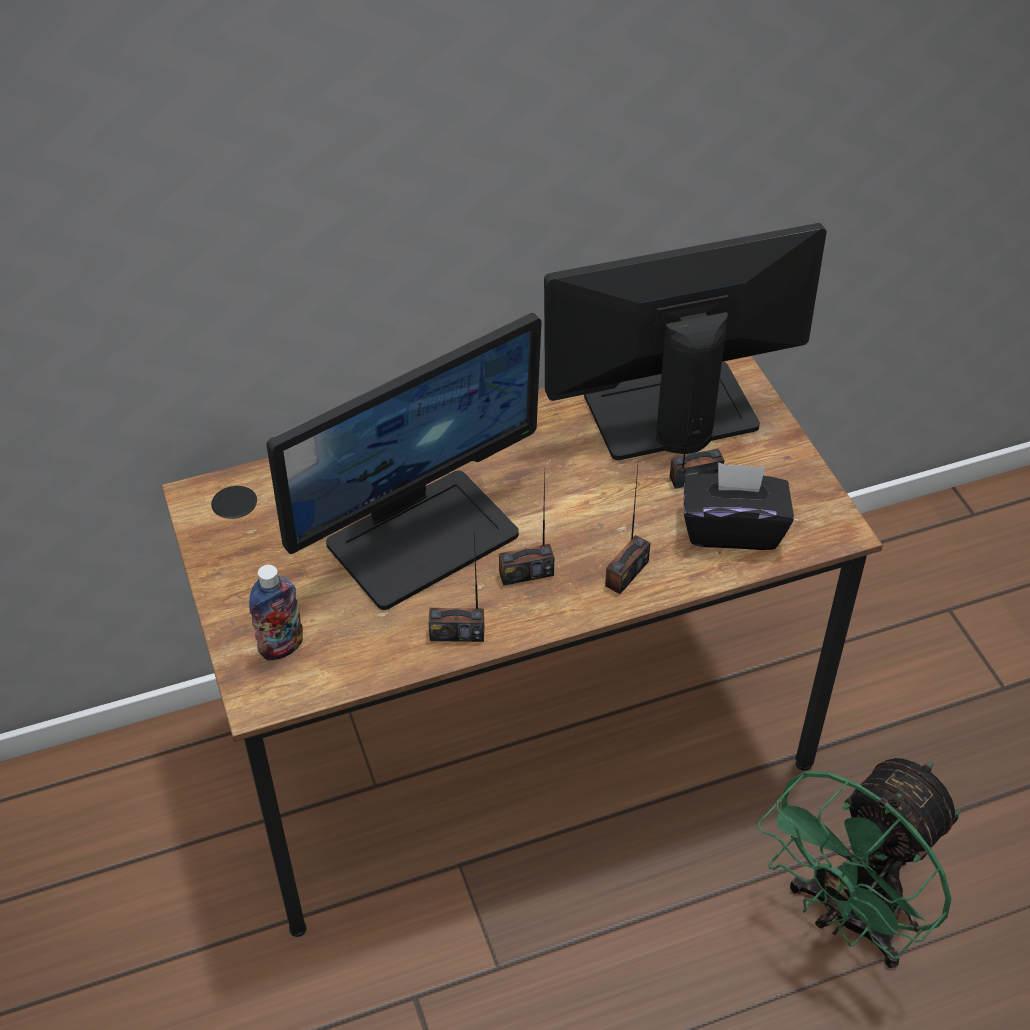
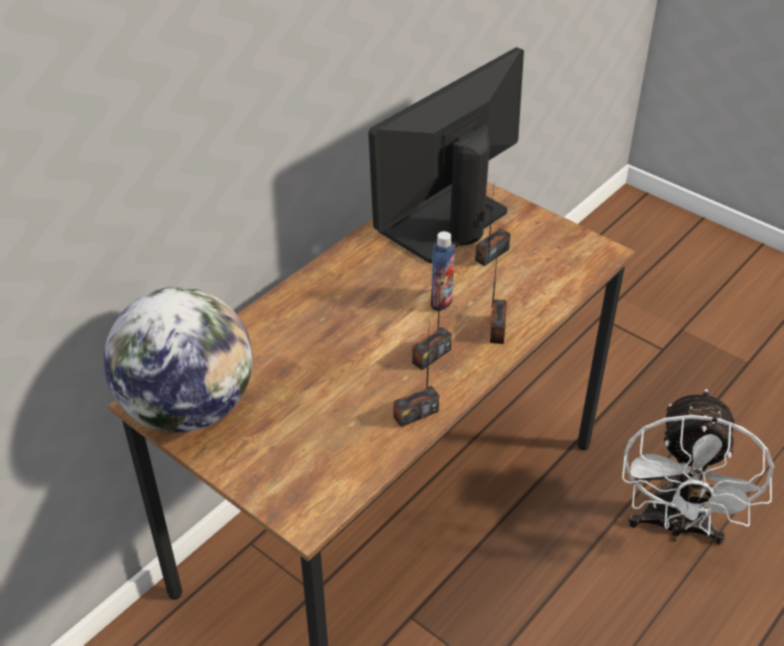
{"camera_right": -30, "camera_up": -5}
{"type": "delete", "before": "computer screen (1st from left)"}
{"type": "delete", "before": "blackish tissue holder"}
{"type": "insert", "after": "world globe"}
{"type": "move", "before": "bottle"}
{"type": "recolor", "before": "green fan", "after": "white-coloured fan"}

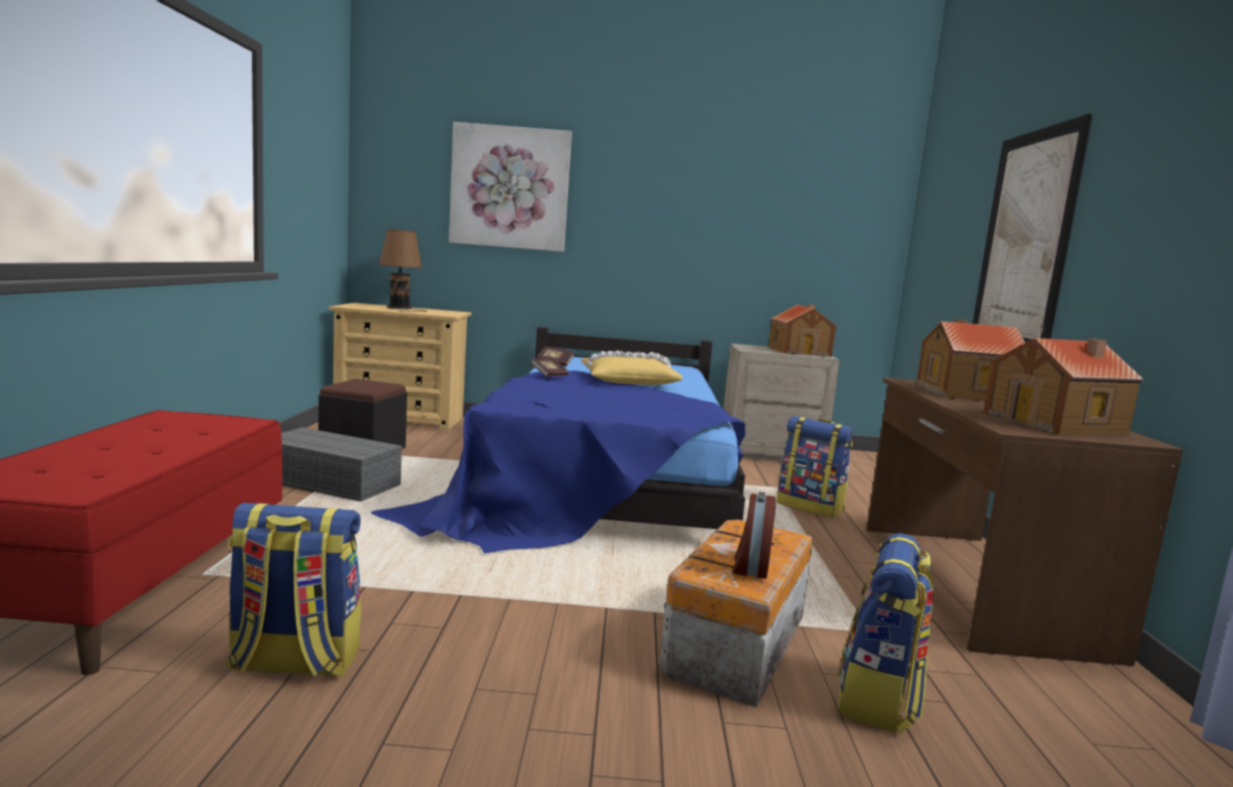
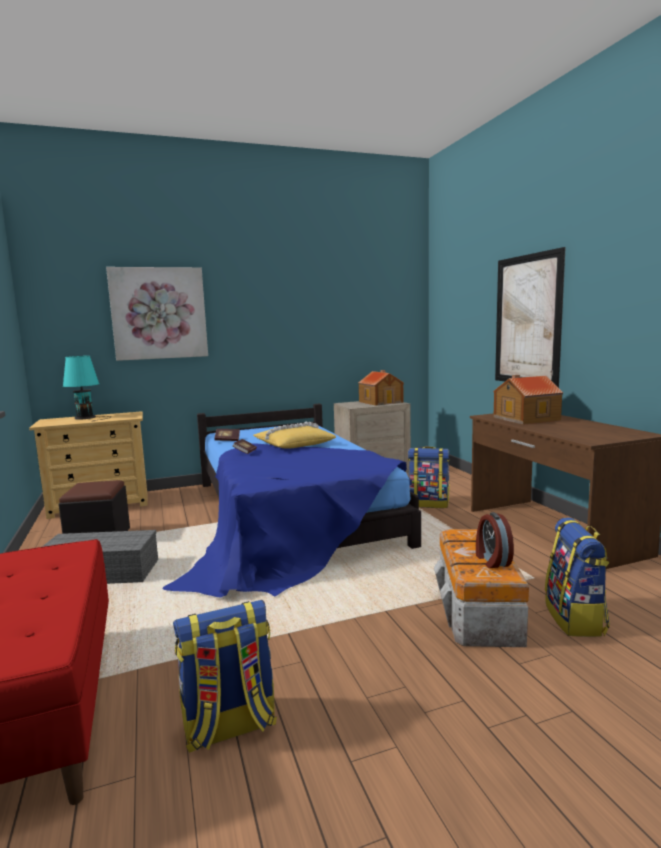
{"camera_right": -20, "camera_up": 0}
{"type": "delete", "before": "miniature house (3rd from left)"}
{"type": "recolor", "before": "brown table lamp", "after": "turquoise table lamp"}

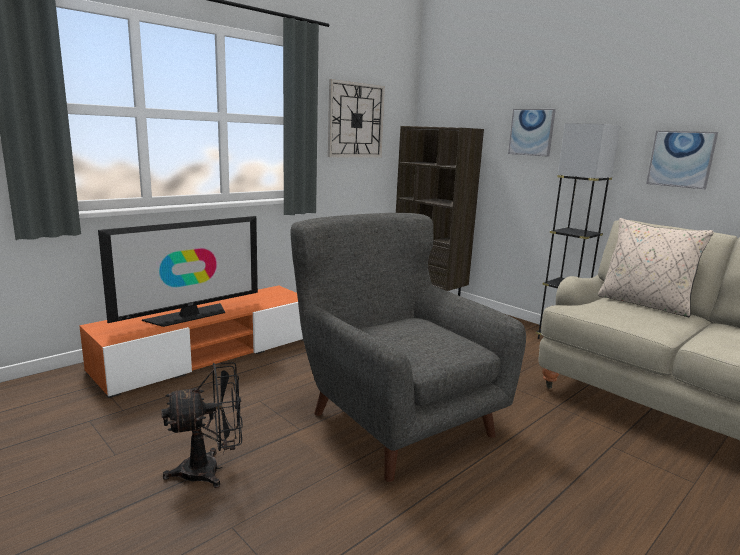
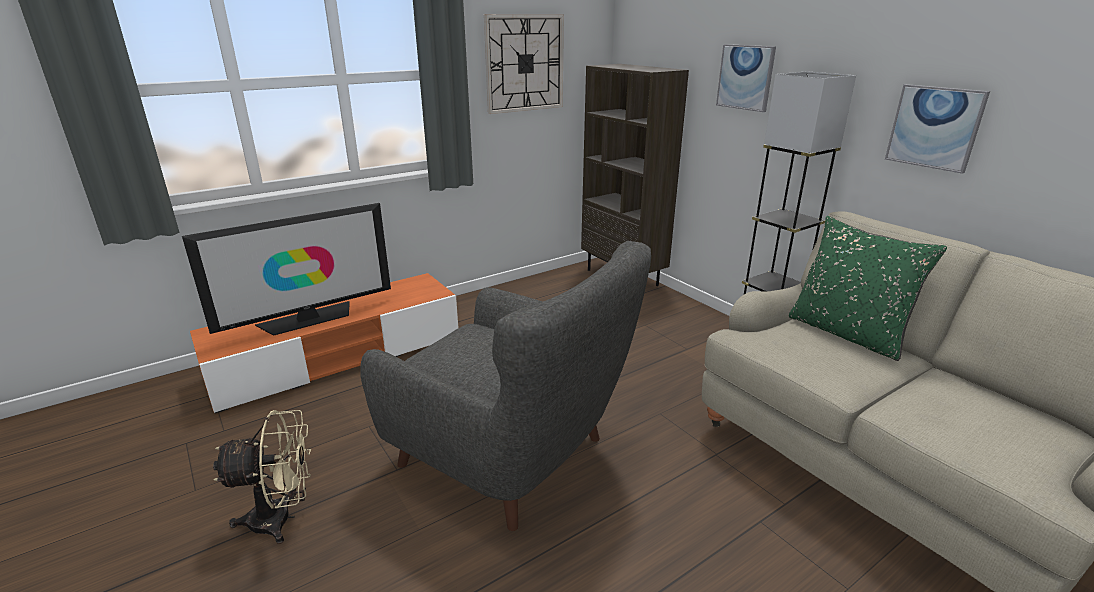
{"camera_right": 10, "camera_up": 10}
{"type": "recolor", "before": "blackish fan", "after": "sand-coloured fan"}
{"type": "recolor", "before": "sand-coloured throw pillow", "after": "green throw pillow"}
{"type": "rotate", "before": "grey armchair", "turn": 150}

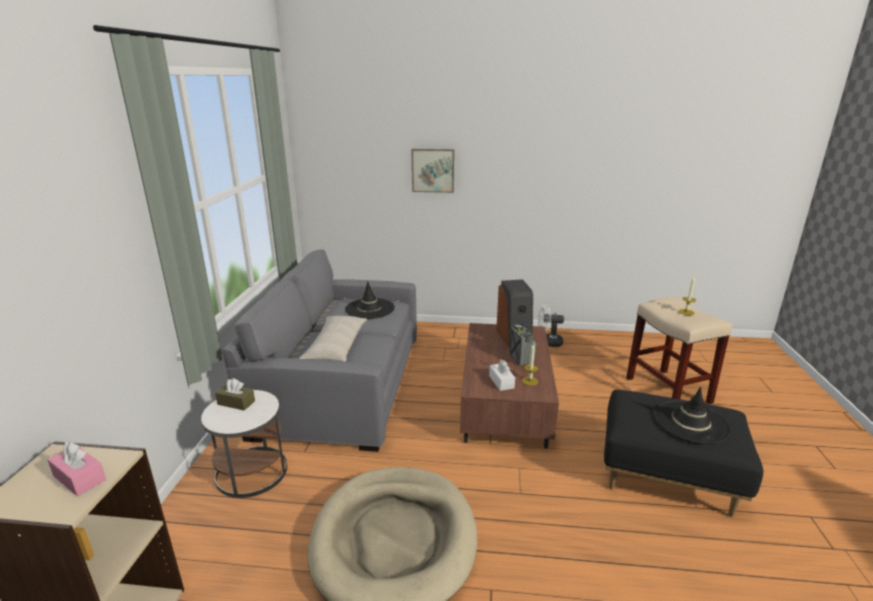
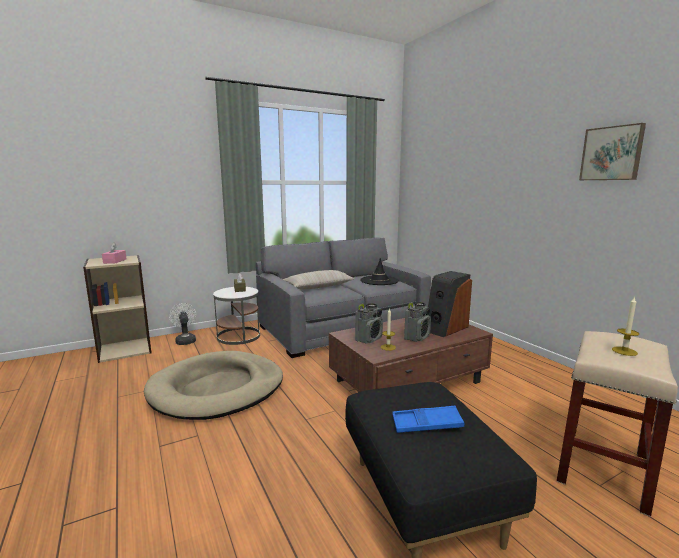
{"camera_right": 55, "camera_up": -10}
{"type": "move", "before": "picture"}
{"type": "move", "before": "white-coloured fan"}
{"type": "replace", "before": "white-coloured tissue holder", "after": "radio (1st from left)"}
{"type": "replace", "before": "blackish hat (2nd from left)", "after": "bluish tray"}

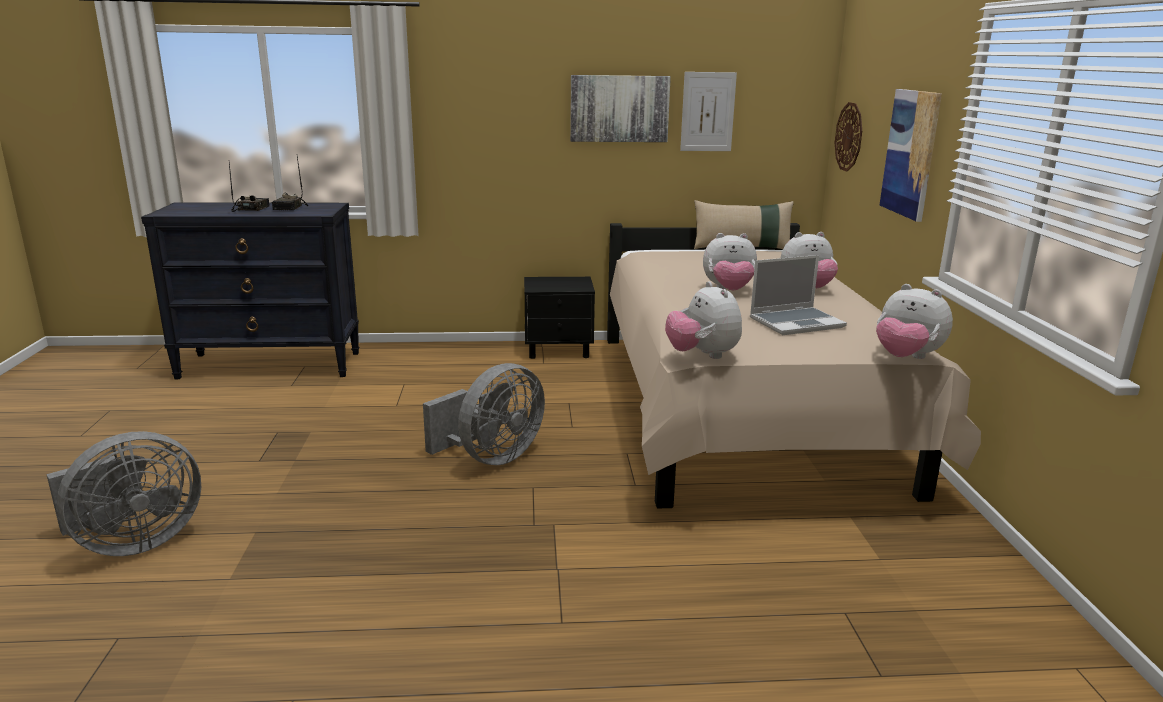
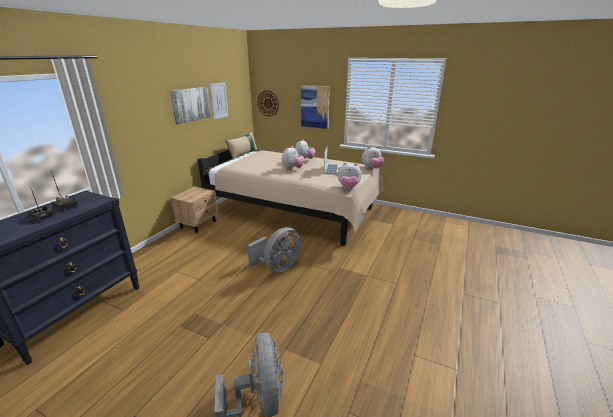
{"camera_right": -60, "camera_up": 5}
{"type": "recolor", "before": "blackish nightstand", "after": "sand-coloured nightstand"}
{"type": "rotate", "before": "grey fan (2nd from left)", "turn": 60}

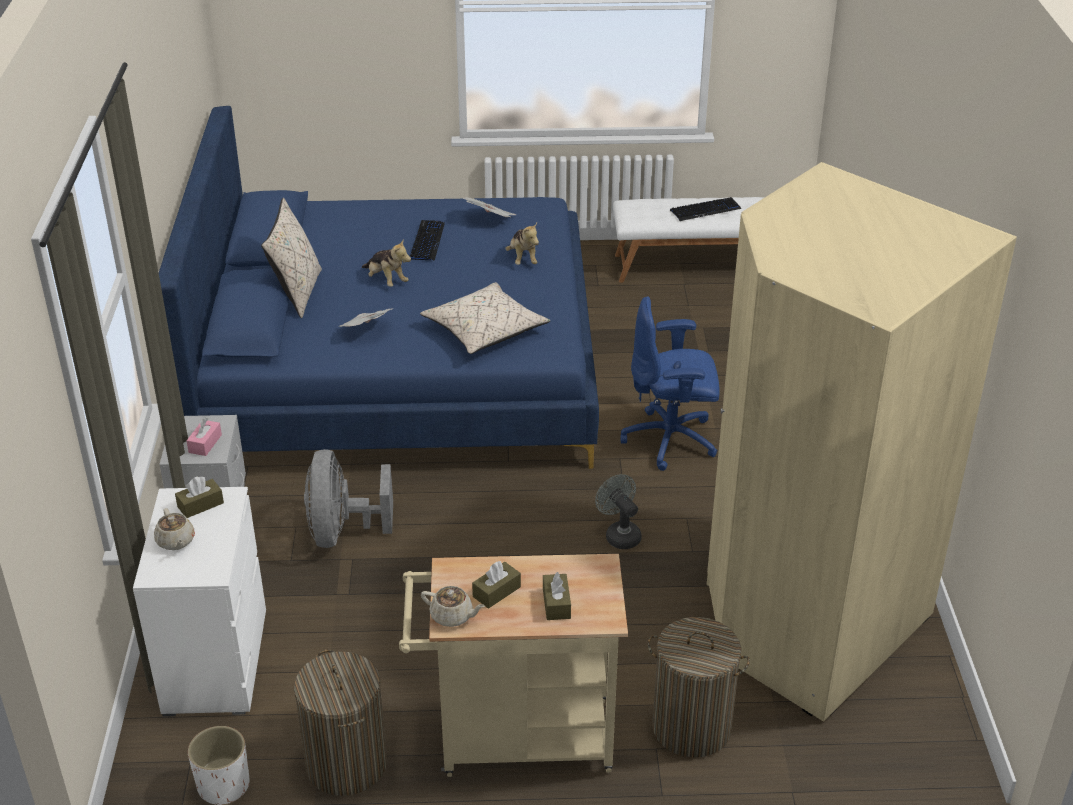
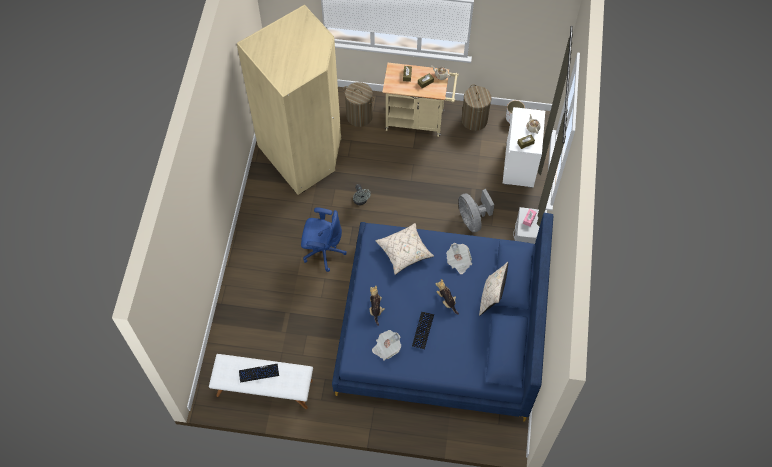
{"camera_right": -170, "camera_up": 25}
{"type": "rotate", "before": "grey fan (1st from left in the first image)", "turn": 150}

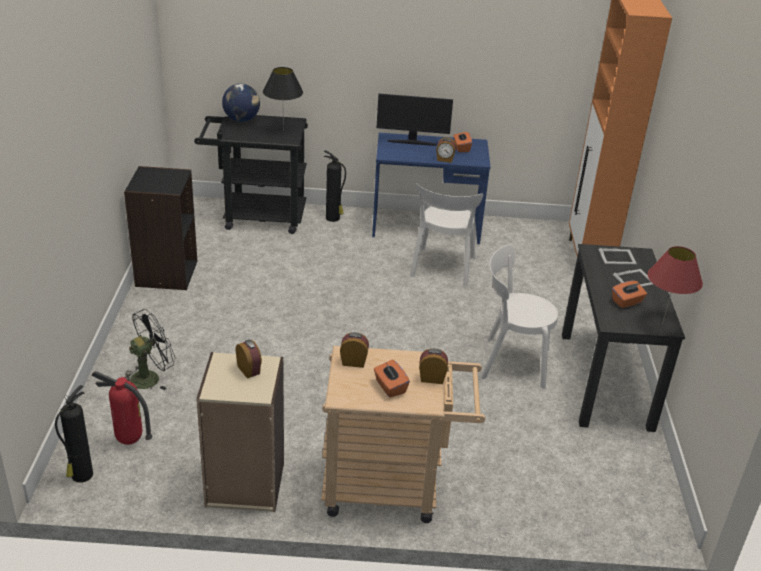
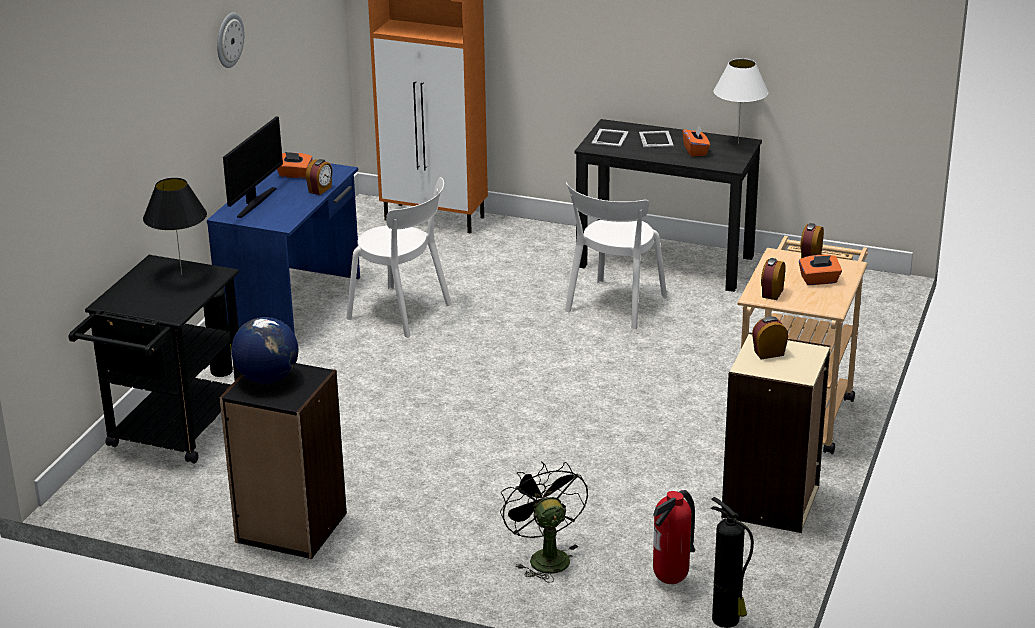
{"camera_right": -70, "camera_up": -5}
{"type": "insert", "after": "wall clock"}
{"type": "move", "before": "world globe"}
{"type": "recolor", "before": "red table lamp", "after": "white-coloured table lamp"}

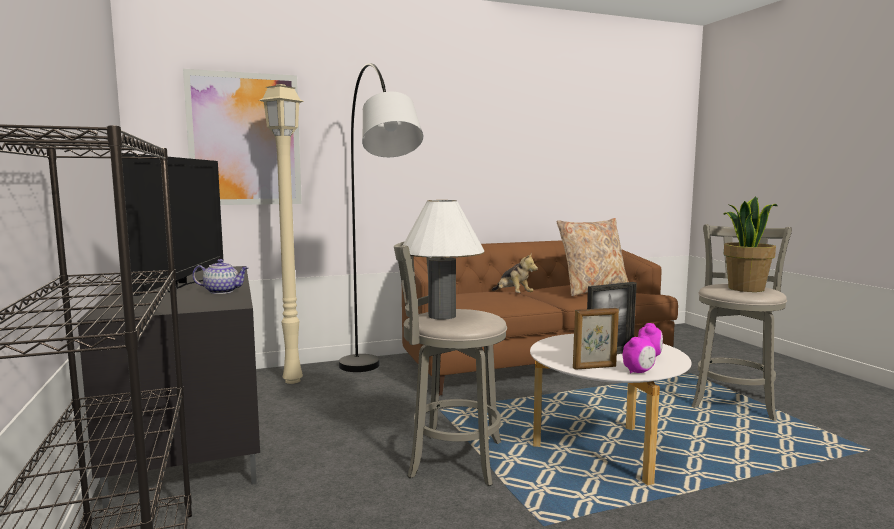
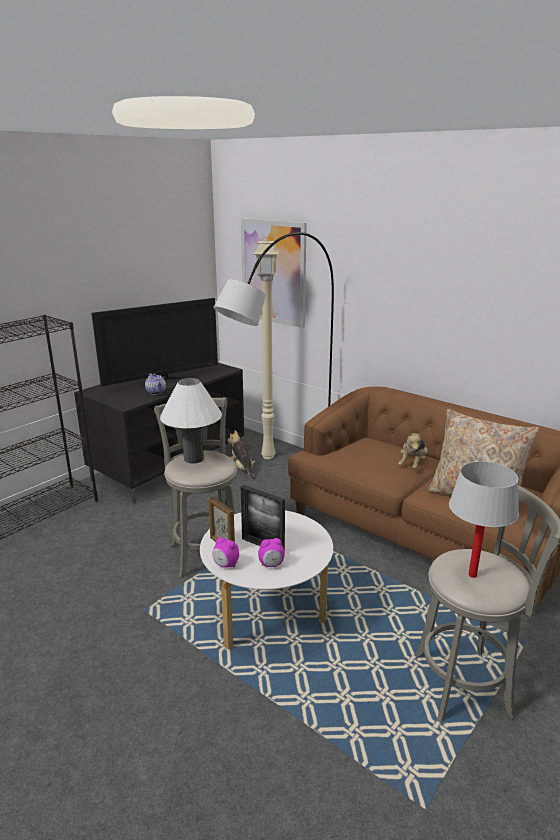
{"camera_right": 60, "camera_up": 15}
{"type": "insert", "after": "soft toy (1st from left)"}
{"type": "replace", "before": "houseplant", "after": "white-coloured table lamp (2nd from left)"}

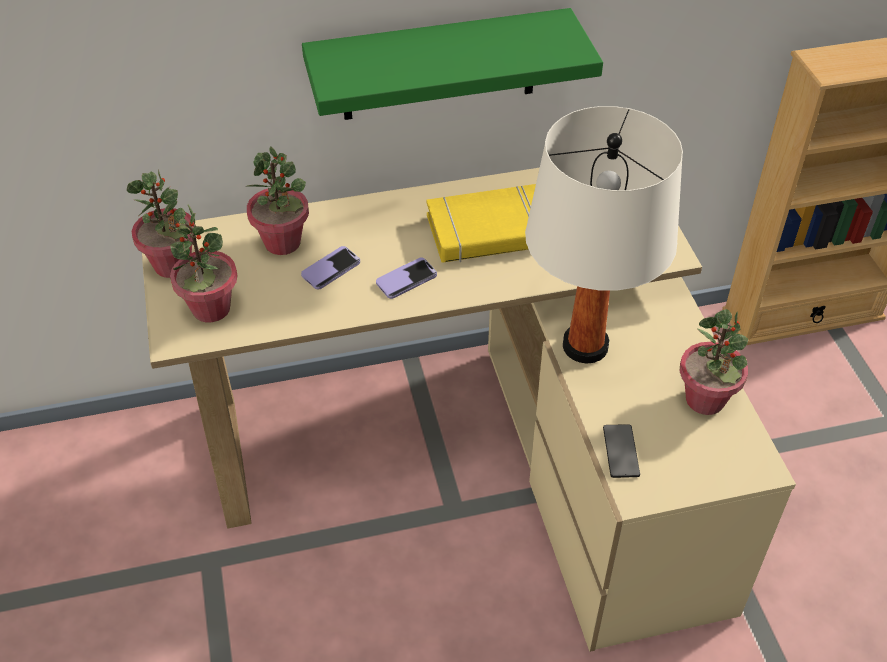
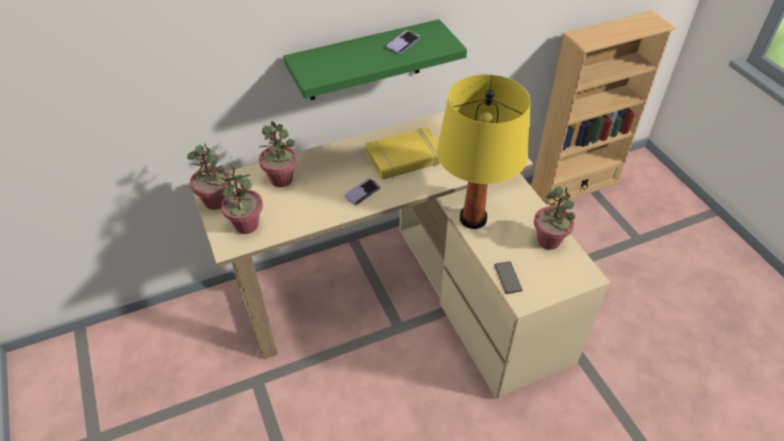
{"camera_right": -10, "camera_up": 0}
{"type": "move", "before": "telephone (1st from left in the first image)", "after": "telephone (2nd from left)"}
{"type": "recolor", "before": "white-coloured table lamp", "after": "yellow table lamp"}

